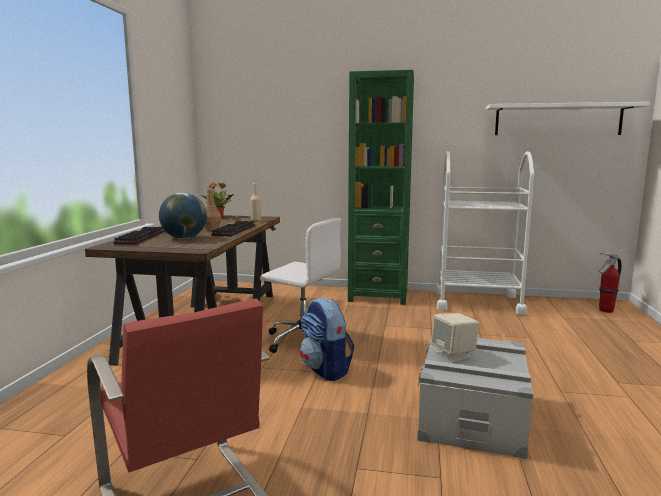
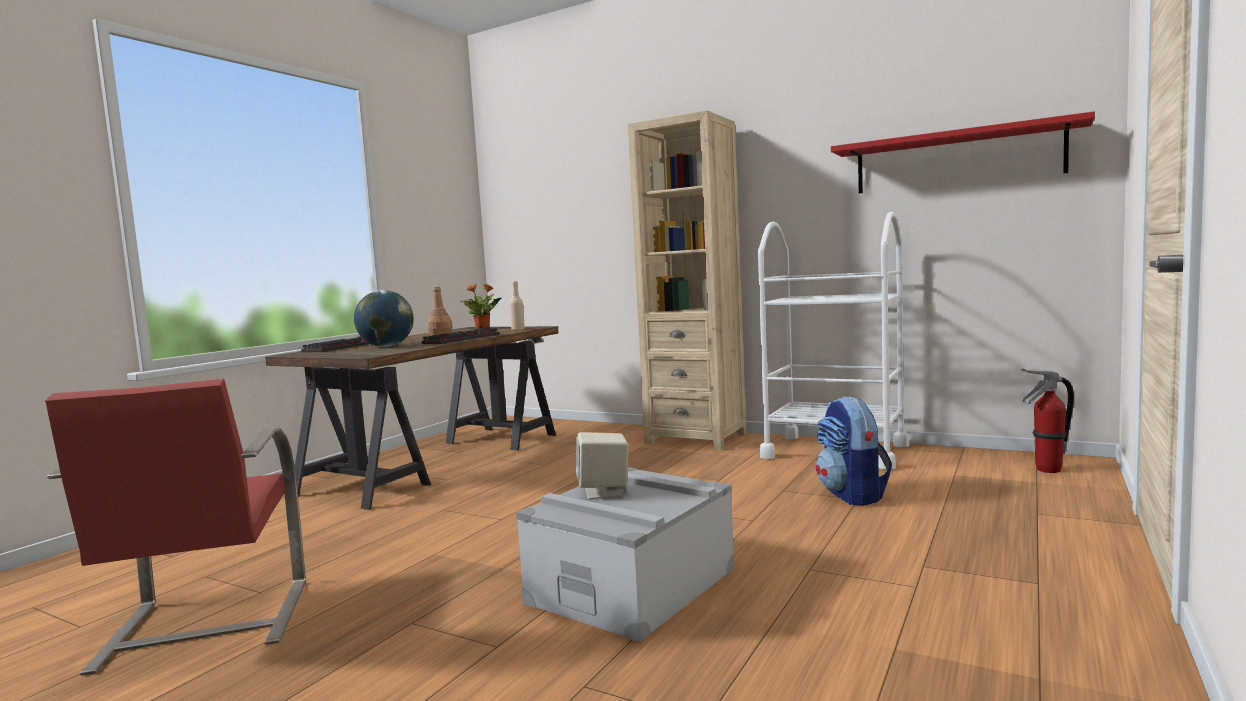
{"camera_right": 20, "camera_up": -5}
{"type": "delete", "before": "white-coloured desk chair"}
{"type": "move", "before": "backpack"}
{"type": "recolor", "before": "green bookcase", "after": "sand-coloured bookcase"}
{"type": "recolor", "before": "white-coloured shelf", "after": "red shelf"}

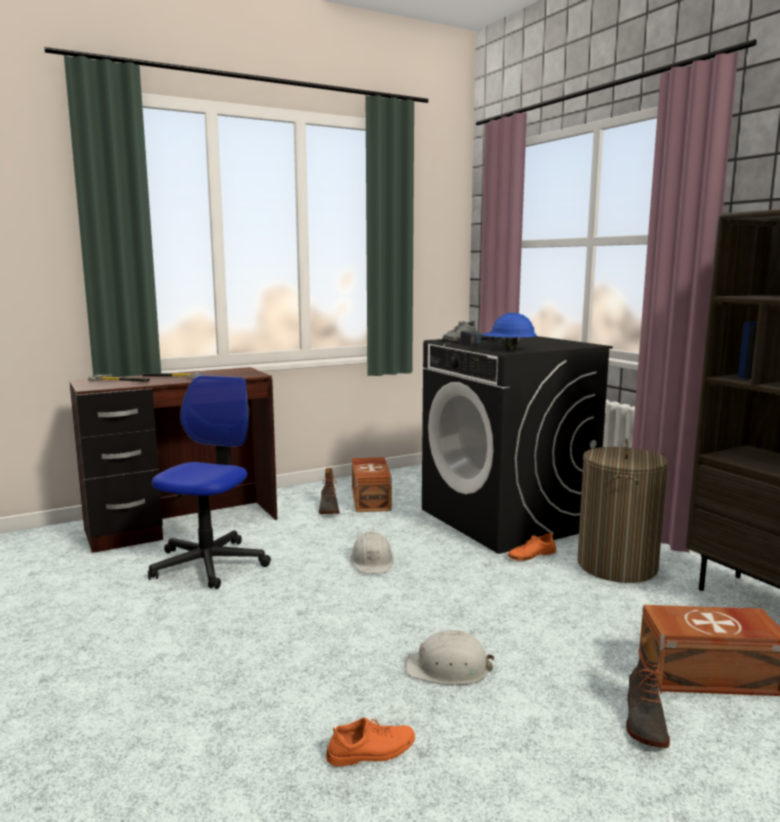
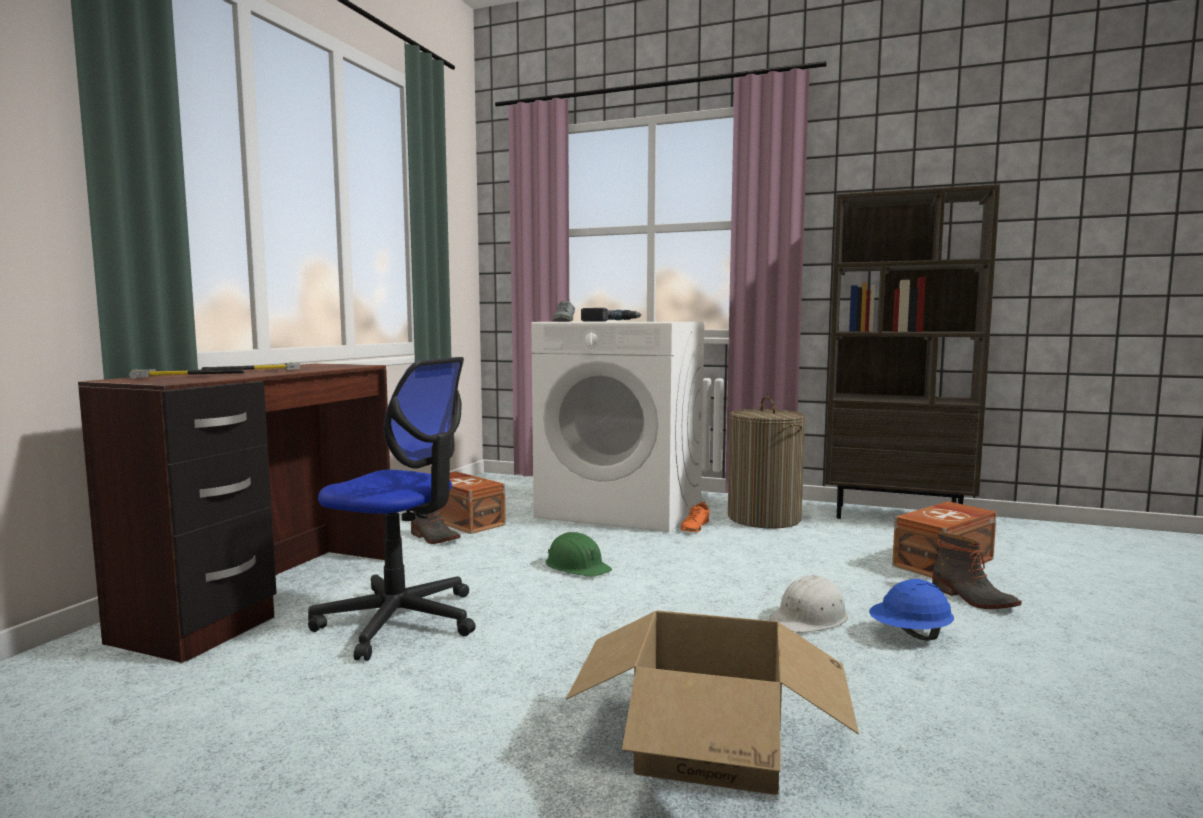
{"camera_right": -40, "camera_up": -5}
{"type": "delete", "before": "orange item of footwear (1st from left)"}
{"type": "insert", "after": "packing box"}
{"type": "move", "before": "bluish work helmet"}
{"type": "recolor", "before": "white-coloured work helmet (1st from left)", "after": "green work helmet"}
{"type": "recolor", "before": "blackish laundry appliance", "after": "white-coloured laundry appliance"}
{"type": "rotate", "before": "desk chair", "turn": 135}

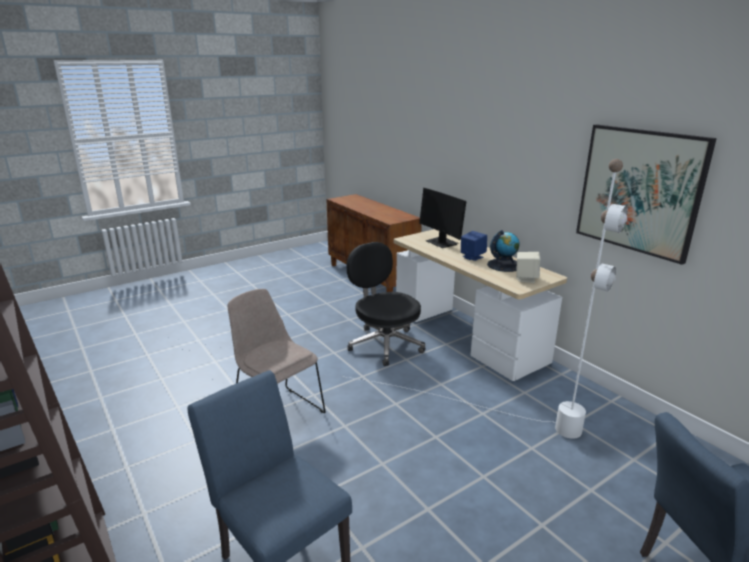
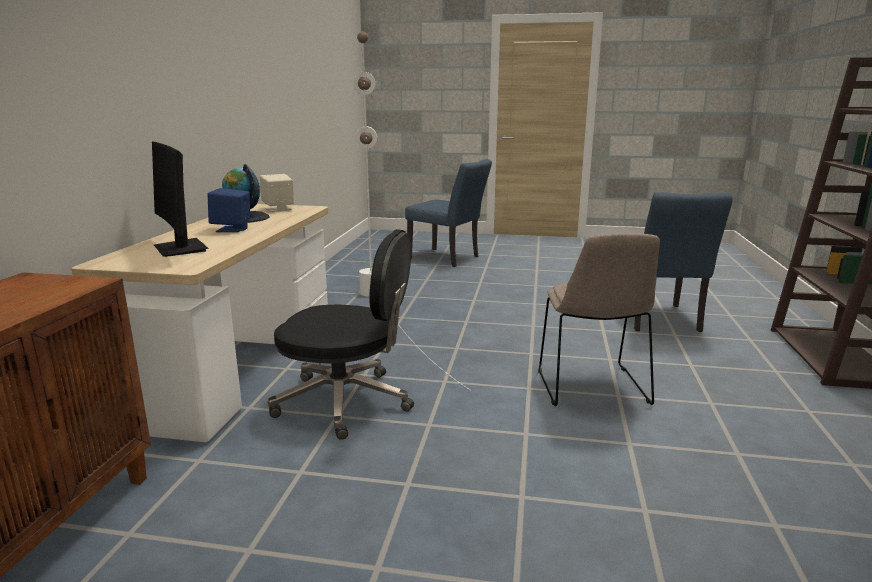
{"camera_right": -135, "camera_up": -5}
{"type": "delete", "before": "picture"}
{"type": "rotate", "before": "blackish desk chair", "turn": -90}
{"type": "rotate", "before": "computer screen", "turn": 135}

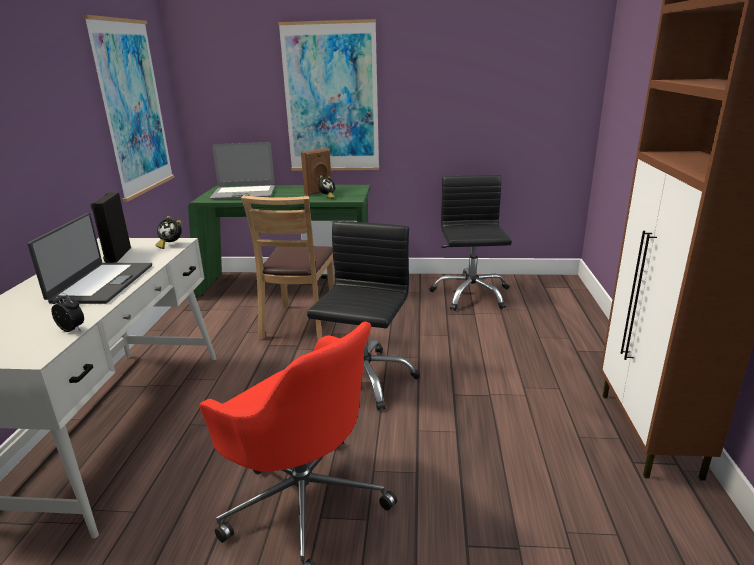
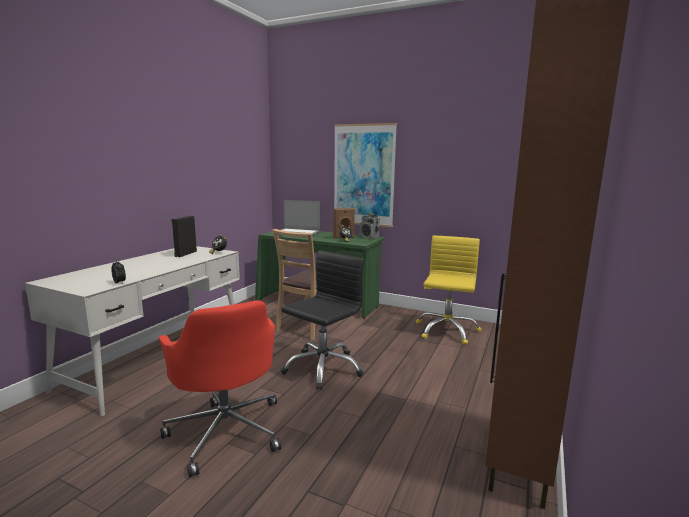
{"camera_right": 20, "camera_up": -10}
{"type": "delete", "before": "laptop (1st from left)"}
{"type": "delete", "before": "picture (1st from left)"}
{"type": "insert", "after": "radio"}
{"type": "recolor", "before": "blackish desk chair (2nd from left)", "after": "yellow desk chair"}

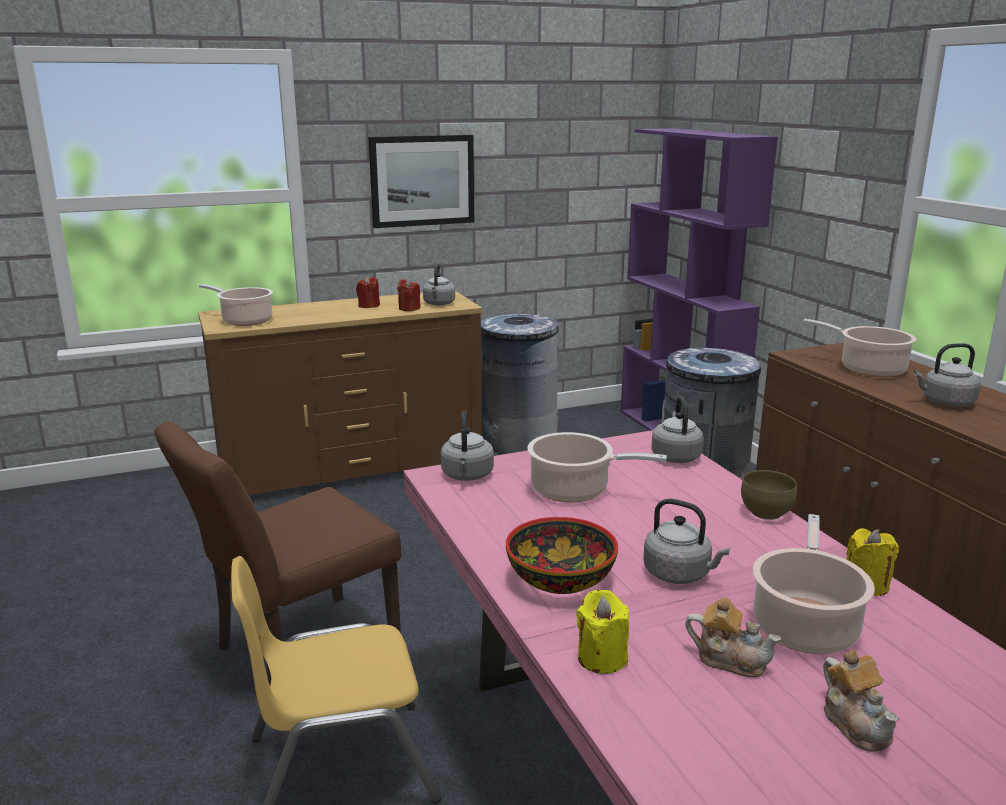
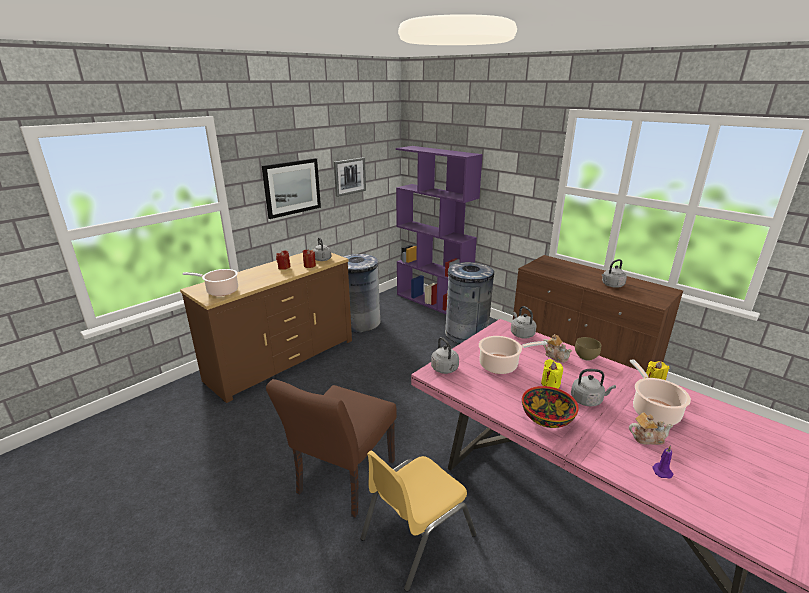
{"camera_right": -25, "camera_up": 5}
{"type": "delete", "before": "saucepot (4th from left)"}
{"type": "insert", "after": "picture (2nd from left)"}
{"type": "insert", "after": "purple-coloured wax light"}
{"type": "move", "before": "yellow wax light (1st from left)"}
{"type": "move", "before": "tea pot (2nd from left in the first image)", "after": "tea pot (1st from left)"}

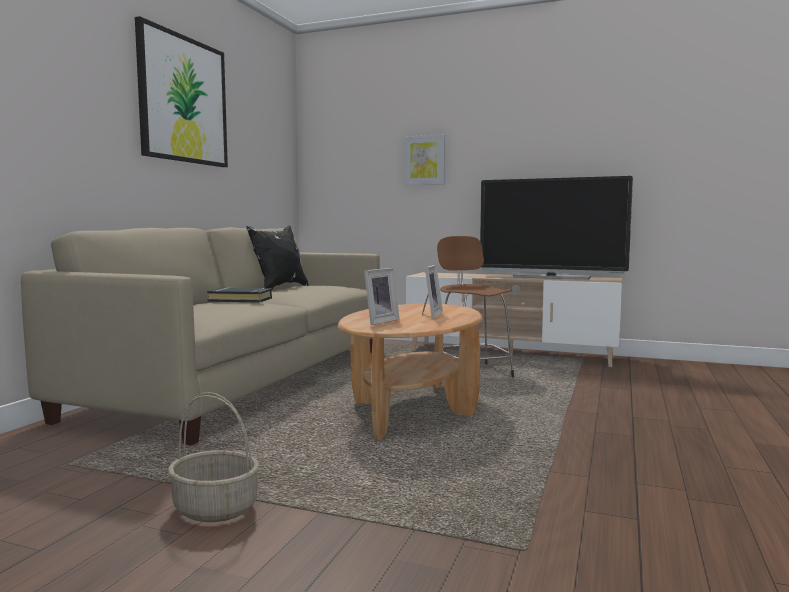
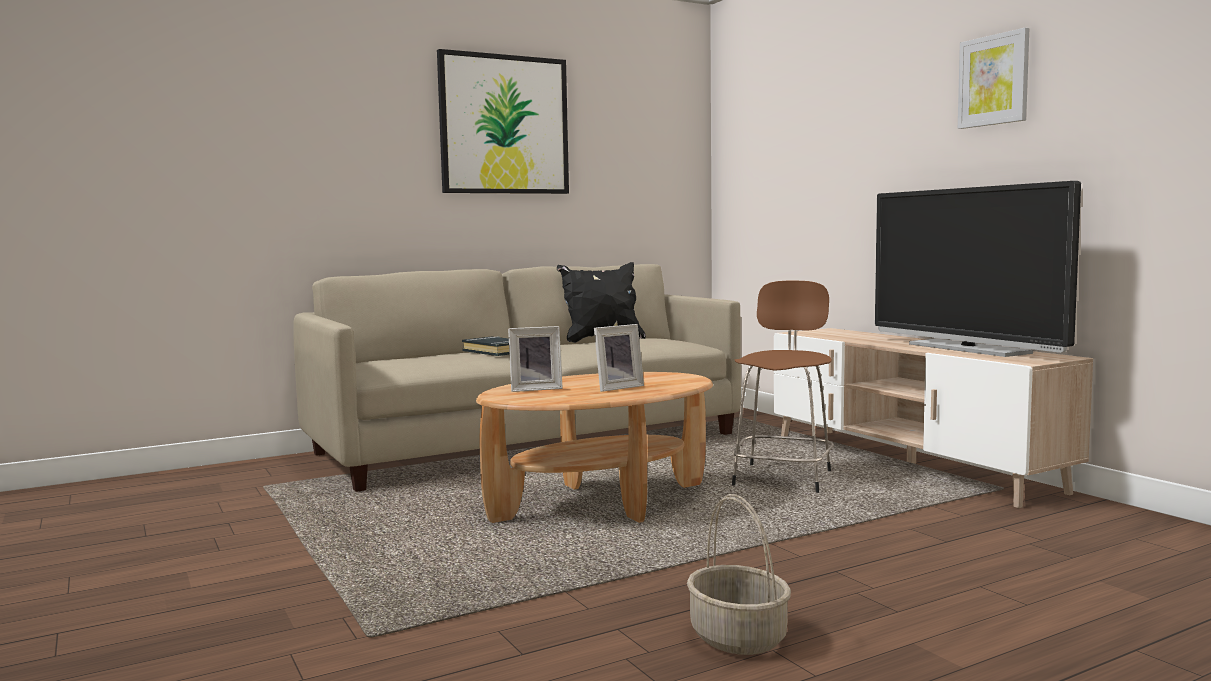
{"camera_right": 40, "camera_up": 0}
{"type": "move", "before": "storage basket"}
{"type": "move", "before": "picture (2nd from left)"}

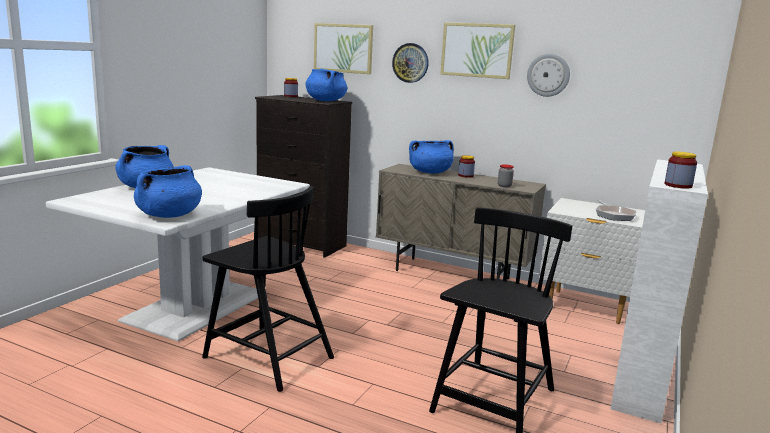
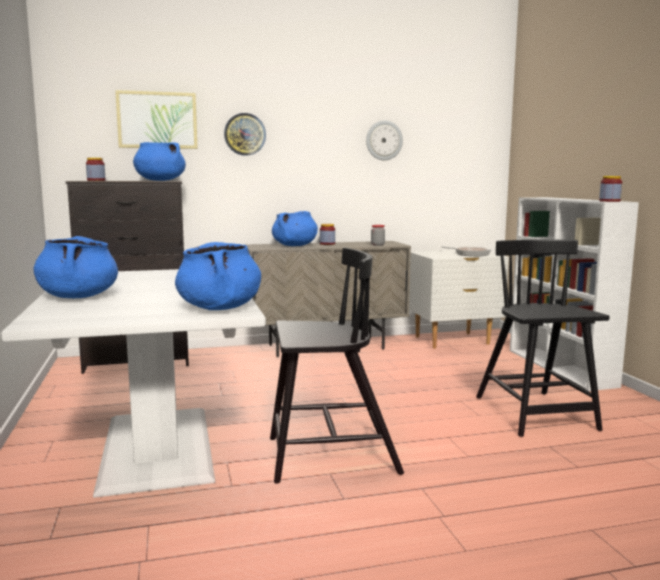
{"camera_right": -40, "camera_up": -5}
{"type": "delete", "before": "picture (2nd from left)"}

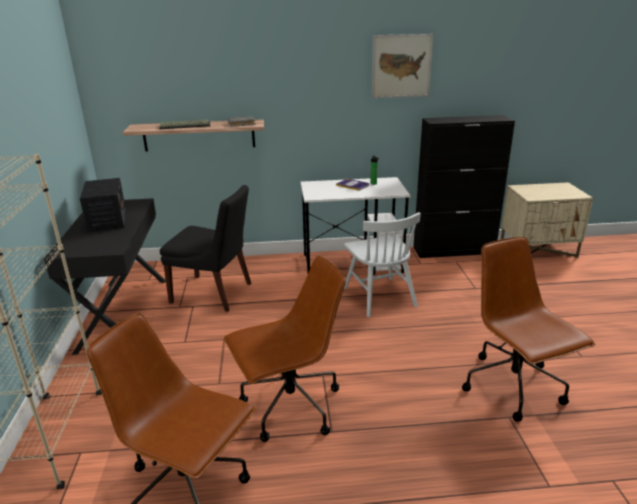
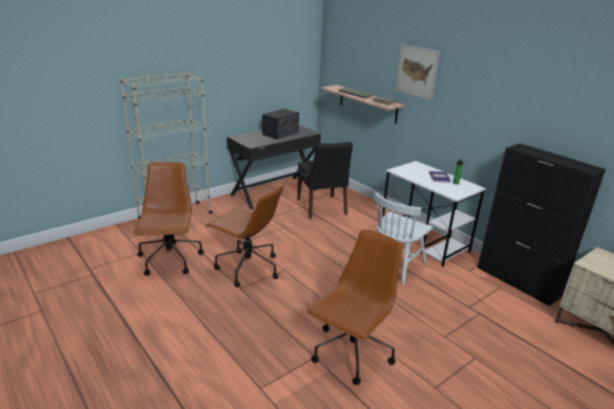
{"camera_right": 55, "camera_up": 0}
{"type": "move", "before": "picture"}

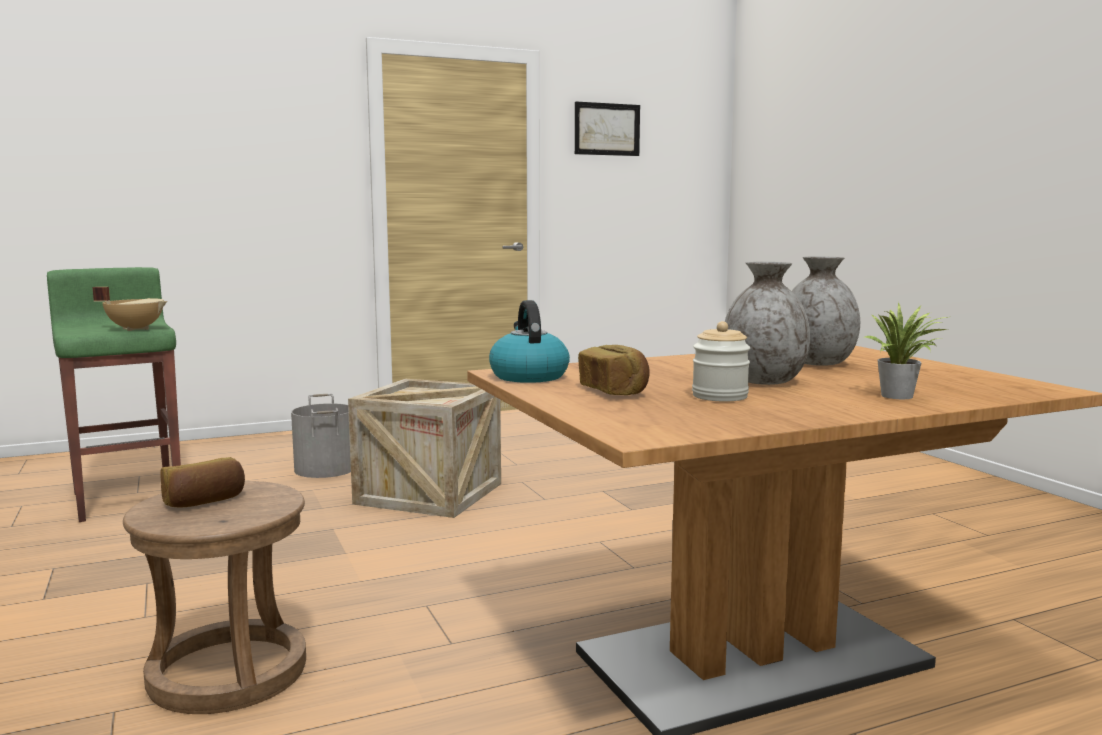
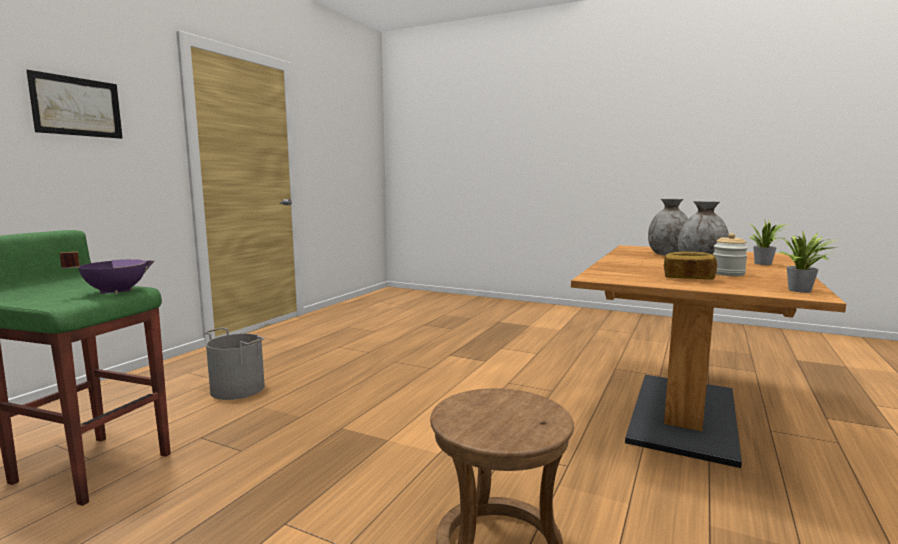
{"camera_right": -40, "camera_up": 0}
{"type": "delete", "before": "baked bread (1st from left)"}
{"type": "delete", "before": "shipping crate"}
{"type": "delete", "before": "water kettle"}
{"type": "insert", "after": "houseplant (2nd from left)"}
{"type": "move", "before": "picture"}
{"type": "recolor", "before": "sand-coloured saucepot", "after": "purple-coloured saucepot"}

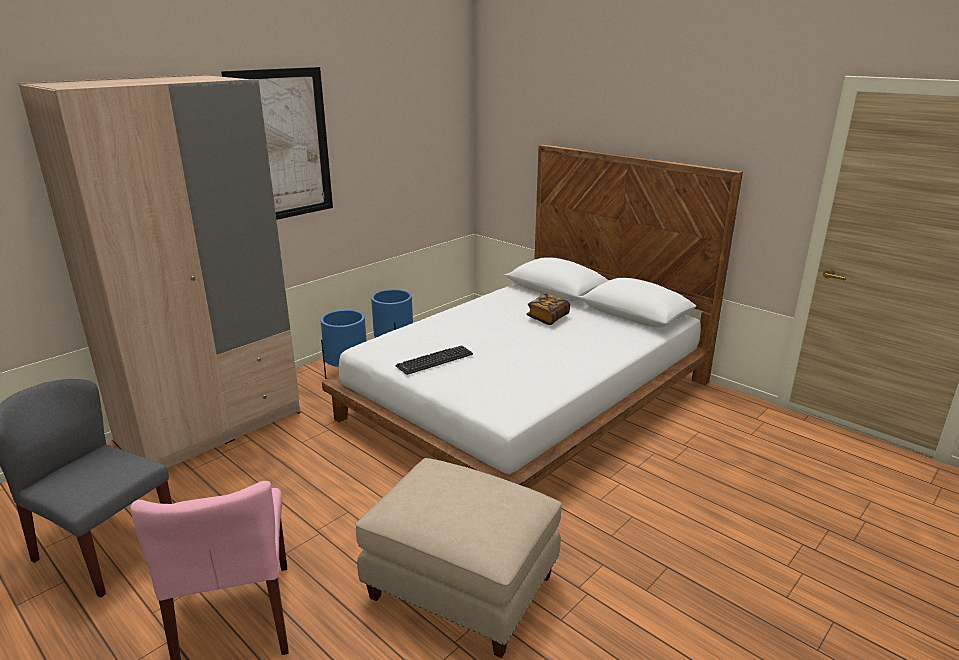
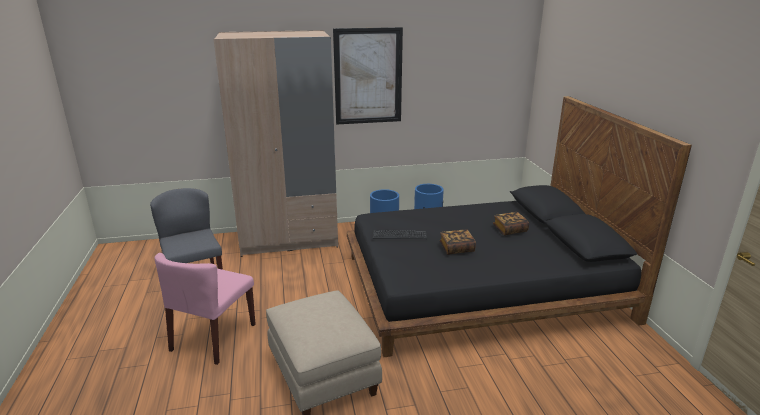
{"camera_right": 35, "camera_up": 0}
{"type": "insert", "after": "volume (1st from left)"}
{"type": "recolor", "before": "white-coloured sleeping bed", "after": "blackish sleeping bed"}

